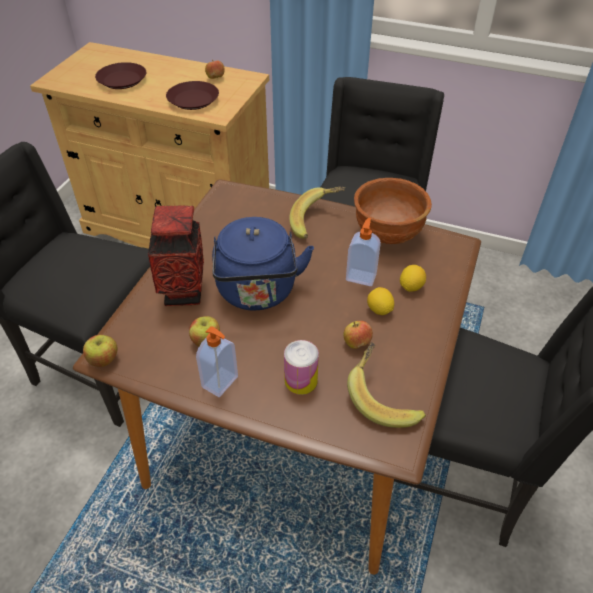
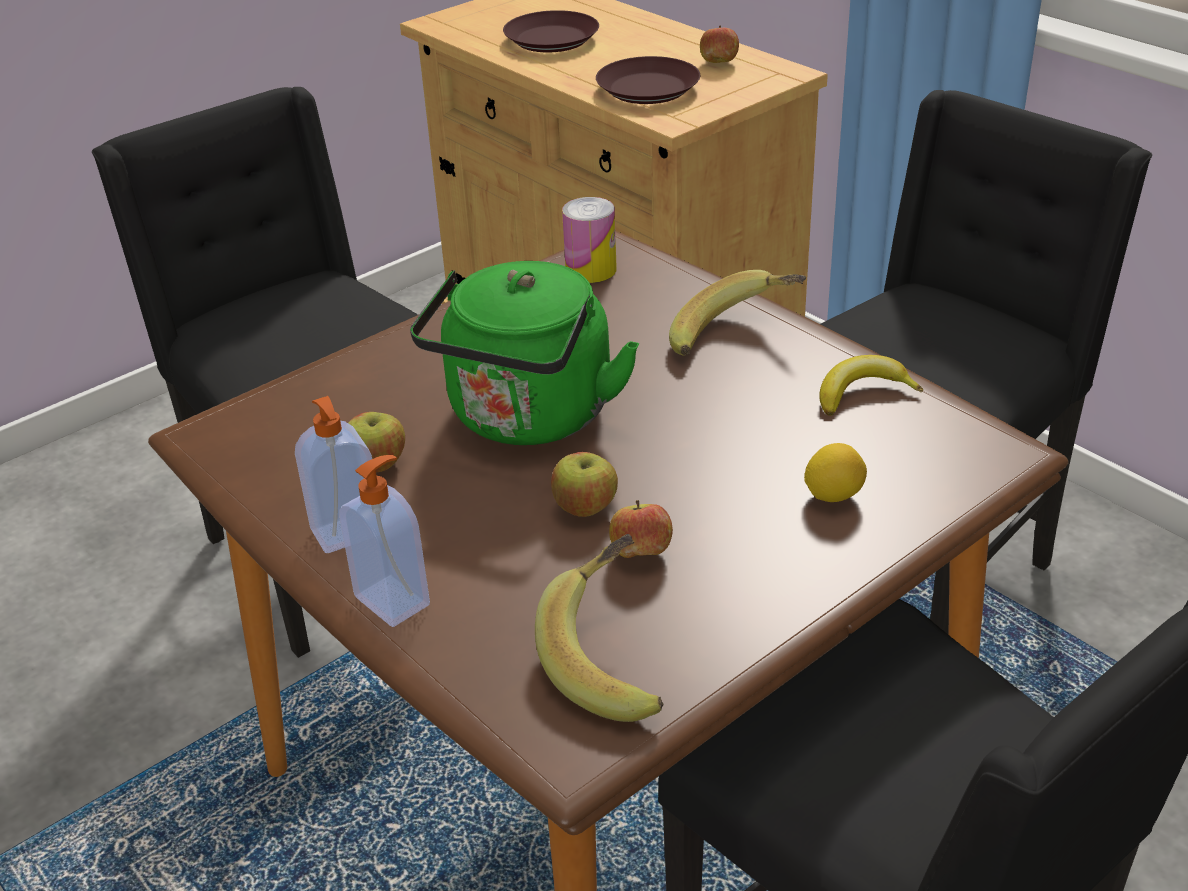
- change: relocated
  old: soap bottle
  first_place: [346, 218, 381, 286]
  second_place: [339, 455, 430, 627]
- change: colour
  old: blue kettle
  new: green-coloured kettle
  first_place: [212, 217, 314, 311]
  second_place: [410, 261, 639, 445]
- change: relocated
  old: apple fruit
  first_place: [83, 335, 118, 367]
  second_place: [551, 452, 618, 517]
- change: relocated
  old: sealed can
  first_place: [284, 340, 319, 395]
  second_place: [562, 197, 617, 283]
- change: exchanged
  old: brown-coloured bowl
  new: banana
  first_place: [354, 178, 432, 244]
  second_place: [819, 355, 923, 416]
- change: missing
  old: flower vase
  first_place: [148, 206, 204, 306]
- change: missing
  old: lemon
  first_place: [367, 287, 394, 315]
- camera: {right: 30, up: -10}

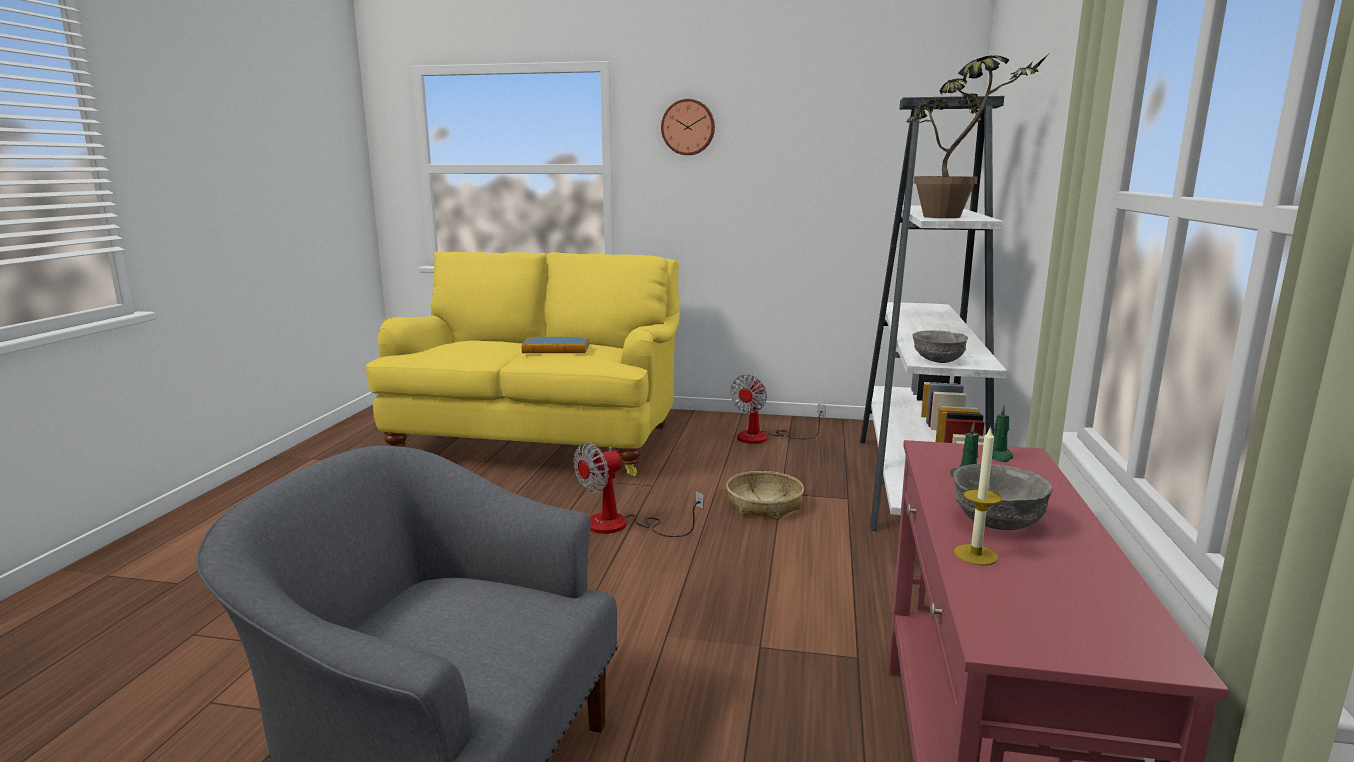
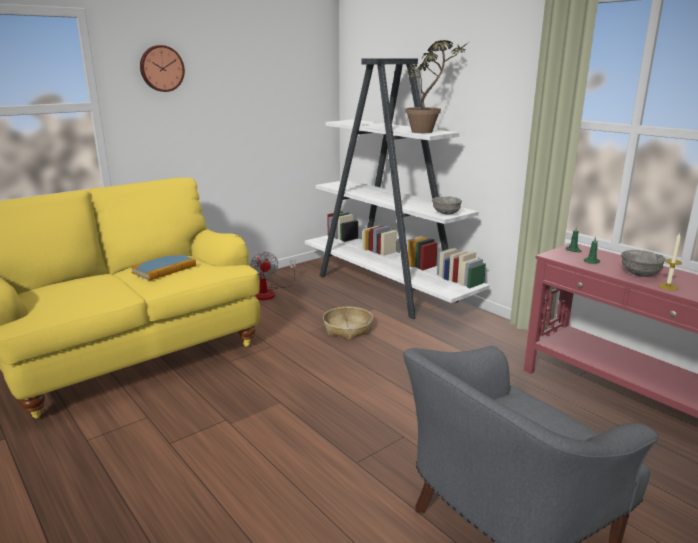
- change: missing
  old: electric fan
  first_place: [574, 442, 704, 537]
- camera: {right: -50, up: 5}

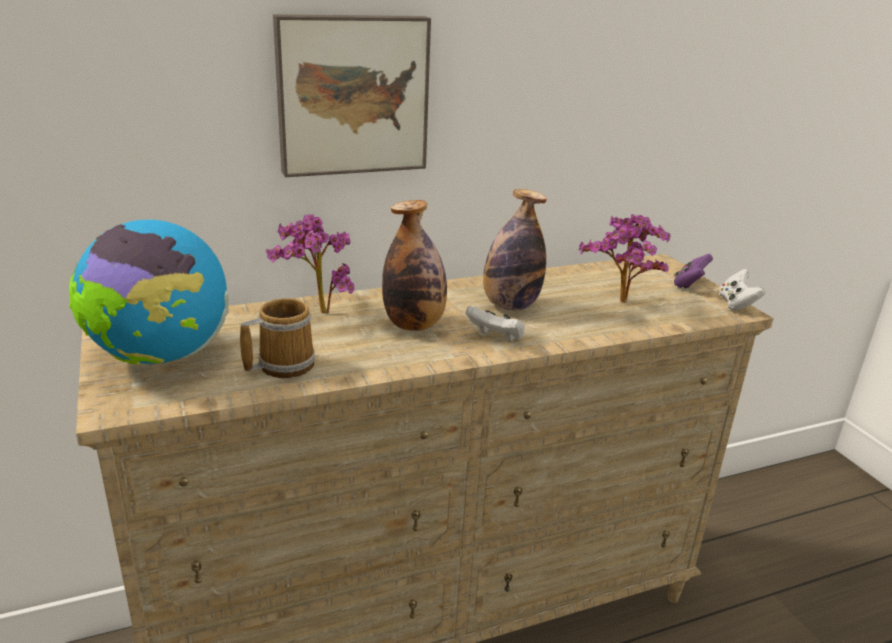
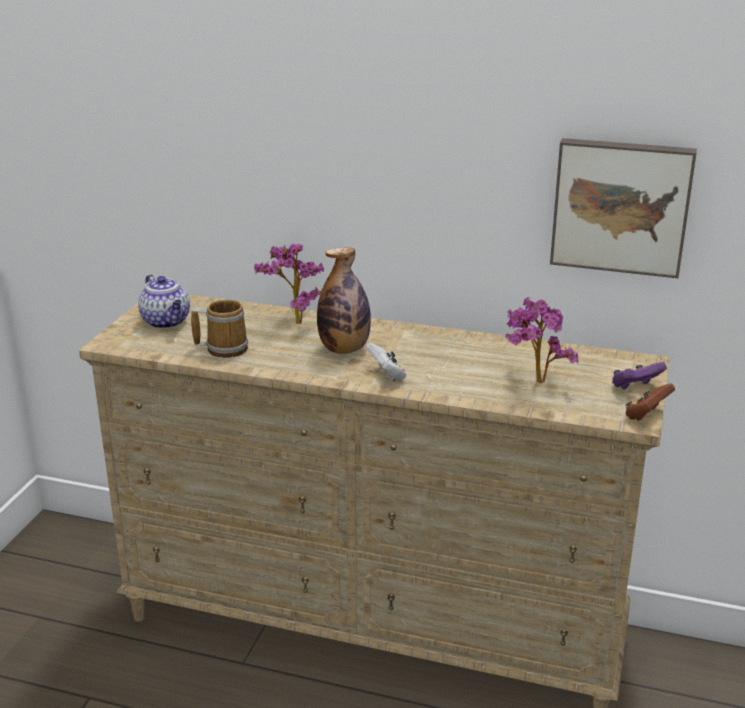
- change: exchanged
  old: desk globe
  new: teapot
  first_place: [69, 220, 229, 365]
  second_place: [138, 275, 190, 329]
- change: relocated
  old: picture
  first_place: [273, 14, 431, 177]
  second_place: [550, 138, 697, 278]
- change: colour
  old: white game controller
  new: brown-coloured game controller
  first_place: [718, 269, 765, 311]
  second_place: [626, 383, 675, 420]
- change: missing
  old: drink bottle
  first_place: [483, 189, 547, 311]
- camera: {right: 40, up: 0}

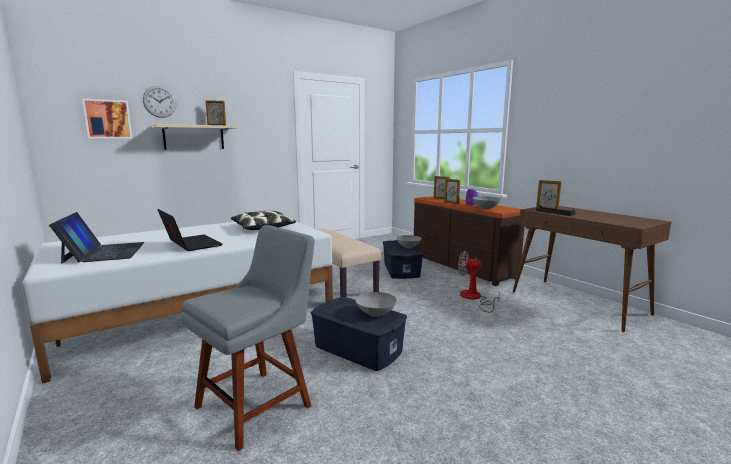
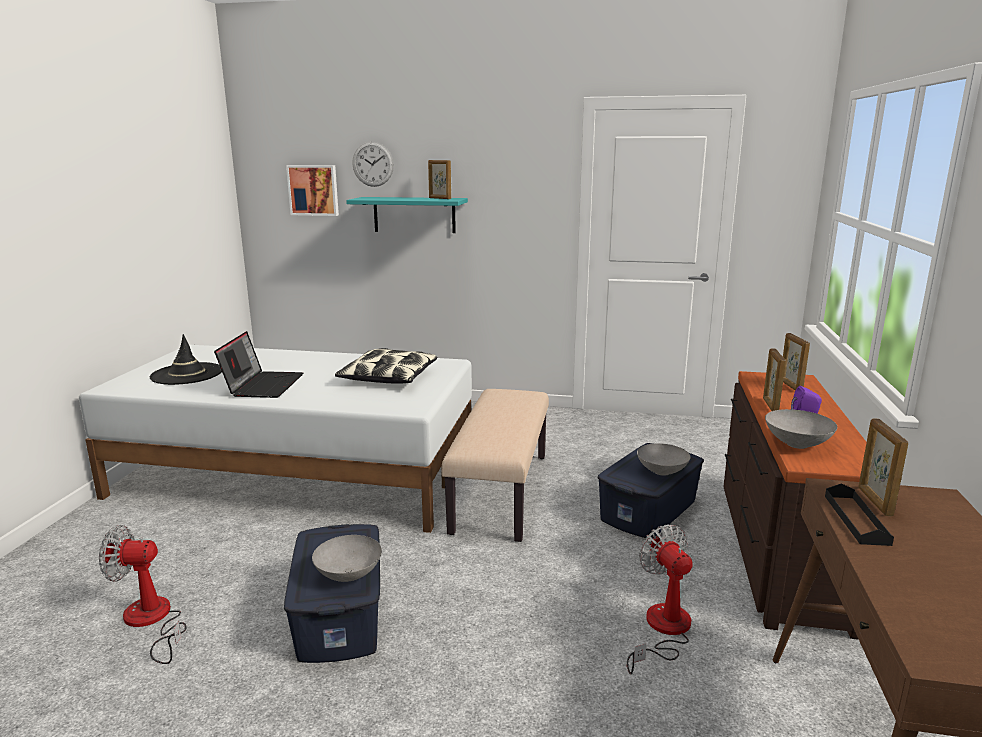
- change: exchanged
  old: greyish upright chair
  new: electric fan
  first_place: [181, 225, 315, 451]
  second_place: [99, 525, 187, 664]
- change: exchanged
  old: portable computer
  new: black hat
  first_place: [49, 212, 145, 264]
  second_place: [150, 334, 222, 385]
- change: colour
  old: beige wall shelf
  new: blue-green wall shelf
  first_place: [152, 124, 238, 150]
  second_place: [346, 197, 468, 233]
- camera: {right: 45, up: 5}

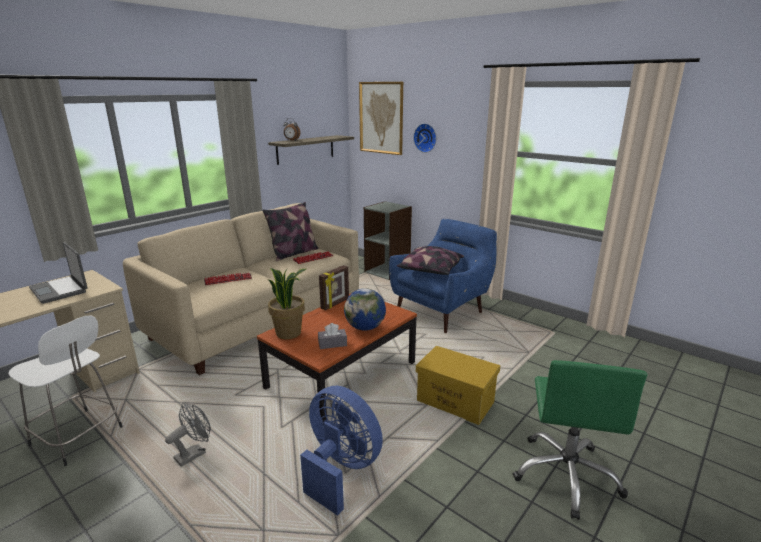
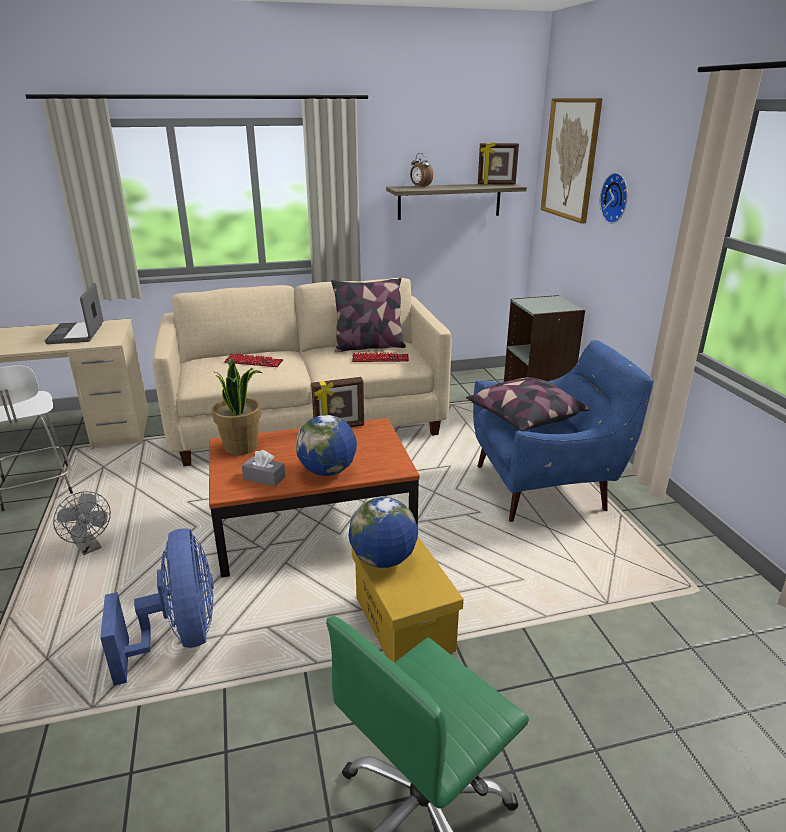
- change: spun
  old: greyish electric fan
  first_place: [165, 403, 211, 467]
  second_place: [53, 491, 111, 555]
  degrees: 60
- change: appeared
  new: desk globe
  second_place: [348, 497, 418, 568]
- change: appeared
  new: standing frame
  second_place: [478, 142, 519, 185]
- camera: {right: 35, up: 5}

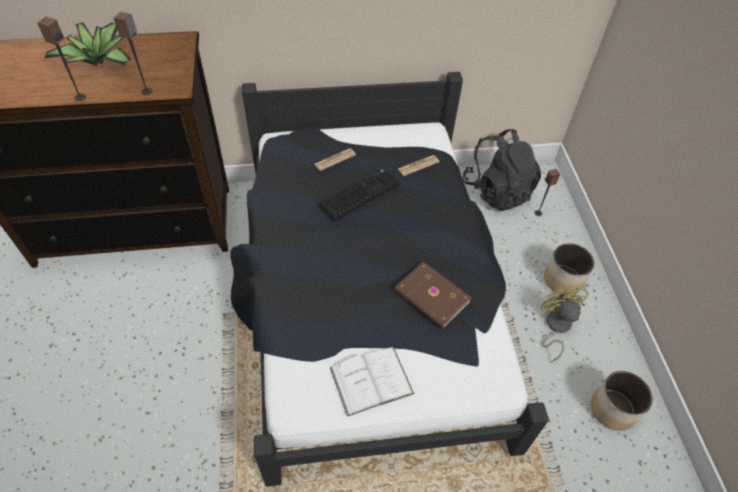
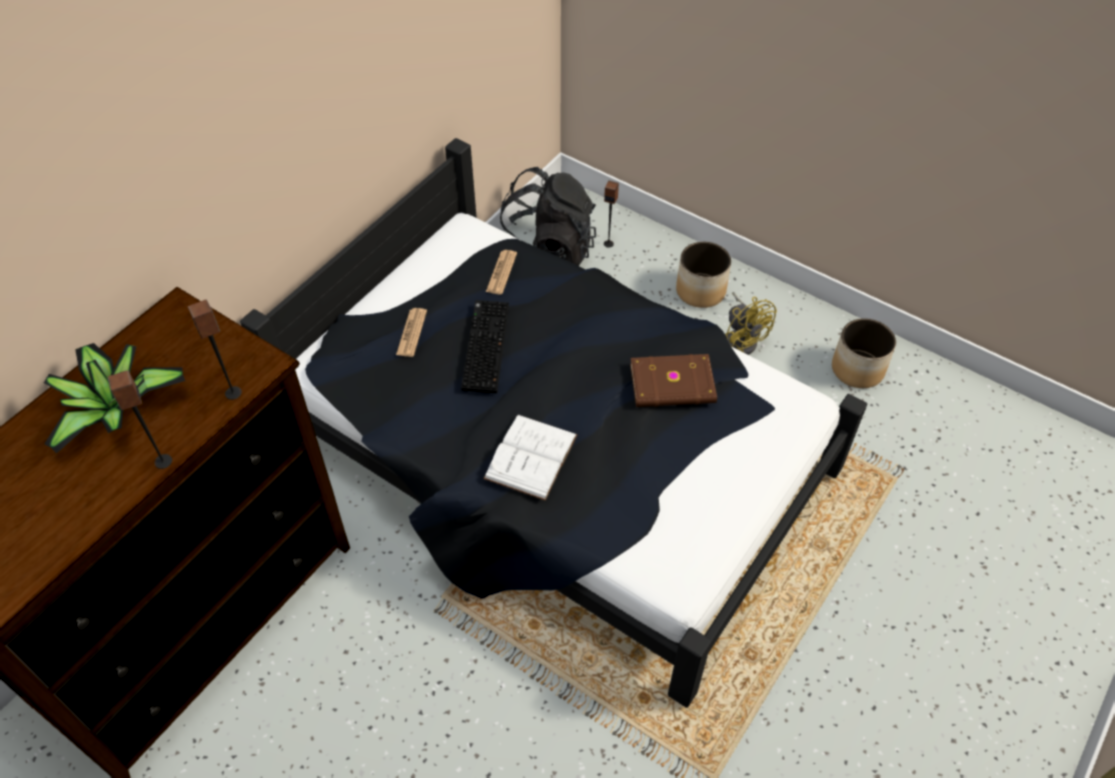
- change: relocated
  old: white volume
  first_place: [330, 347, 414, 417]
  second_place: [483, 415, 578, 501]
- change: spun
  old: yellow electric fan
  first_place: [541, 284, 588, 362]
  second_place: [725, 292, 777, 355]
  degrees: -150
- camera: {right: -45, up: 0}

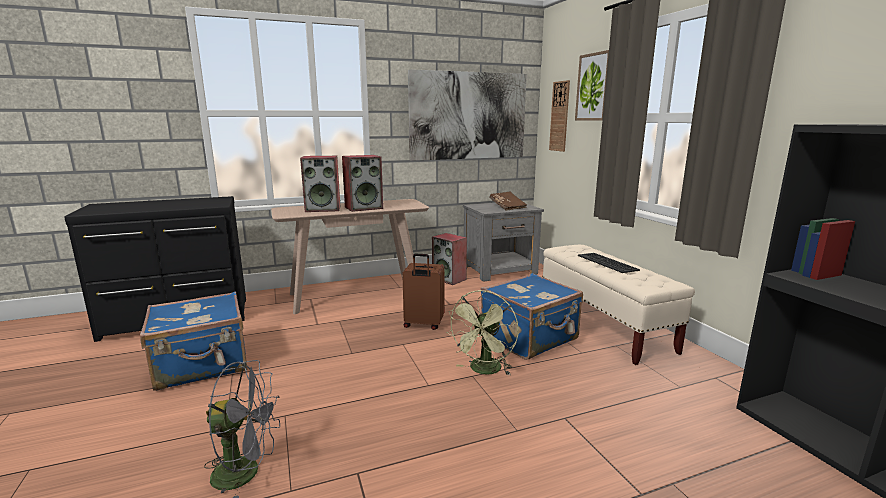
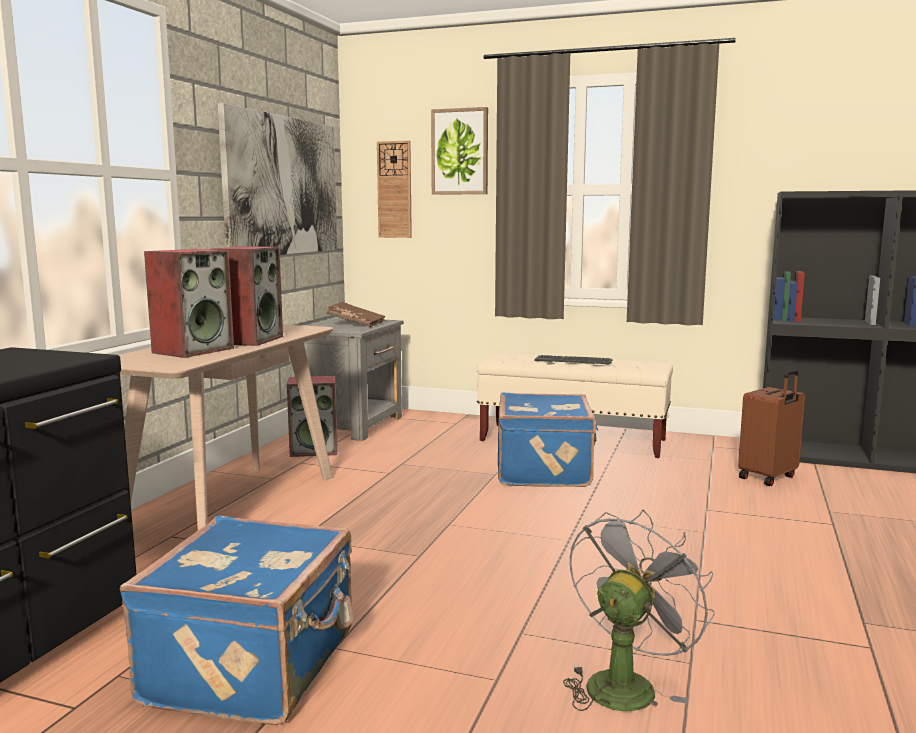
- change: relocated
  old: brown-coloured piece of luggage
  first_place: [402, 254, 445, 330]
  second_place: [738, 370, 805, 486]
- change: missing
  old: green-coloured electric fan
  first_place: [446, 290, 519, 376]
- camera: {right: -50, up: -5}

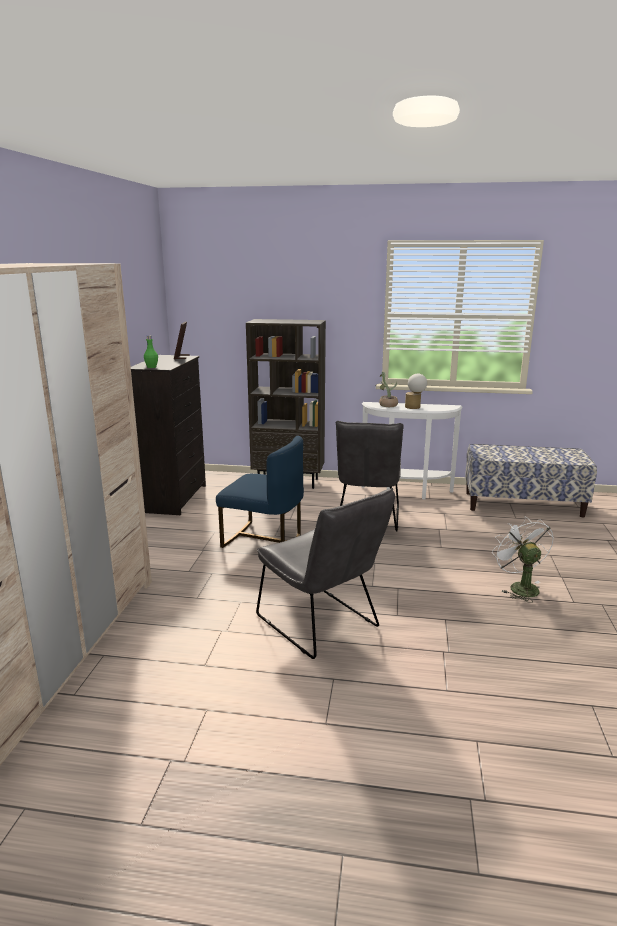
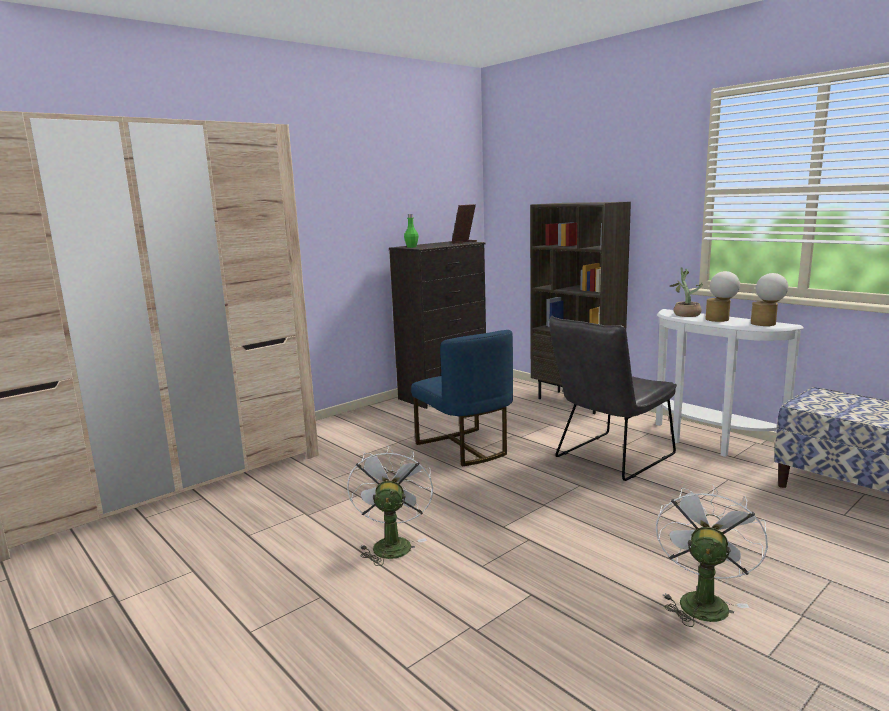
- change: exchanged
  old: greyish upright chair
  new: white electric fan
  first_place: [256, 487, 395, 659]
  second_place: [347, 445, 433, 566]
- change: appeared
  new: tabletop lamp
  second_place: [751, 273, 788, 326]
- camera: {right: 40, up: -5}

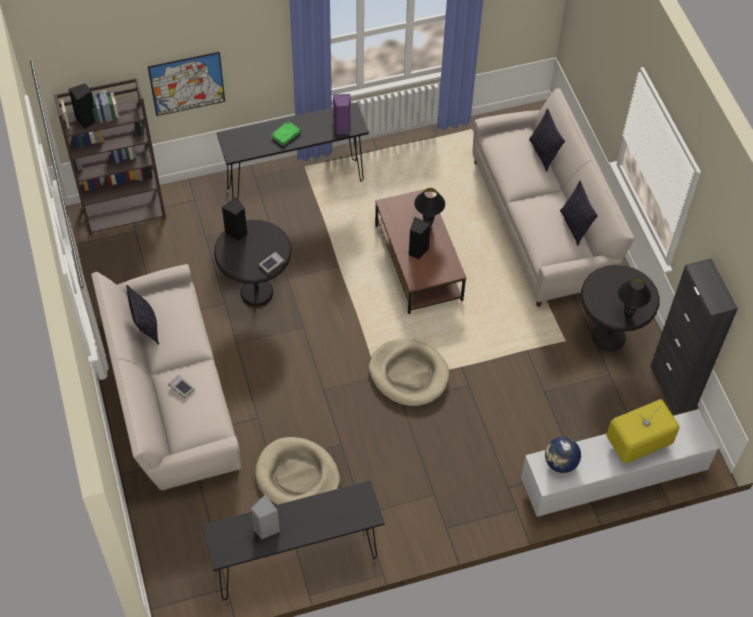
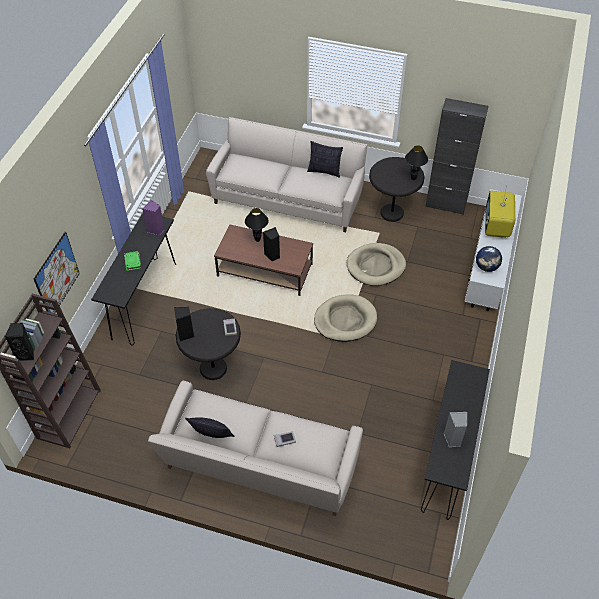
- change: relocated
  old: beige pet bed
  first_place: [255, 437, 340, 505]
  second_place: [347, 243, 406, 286]
- change: missing
  old: throw pillow
  first_place: [529, 108, 565, 172]
- camera: {right: -55, up: -5}

